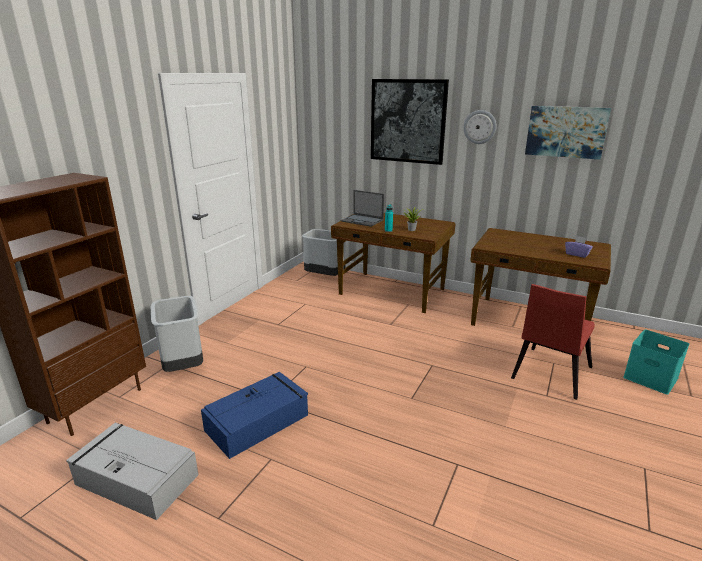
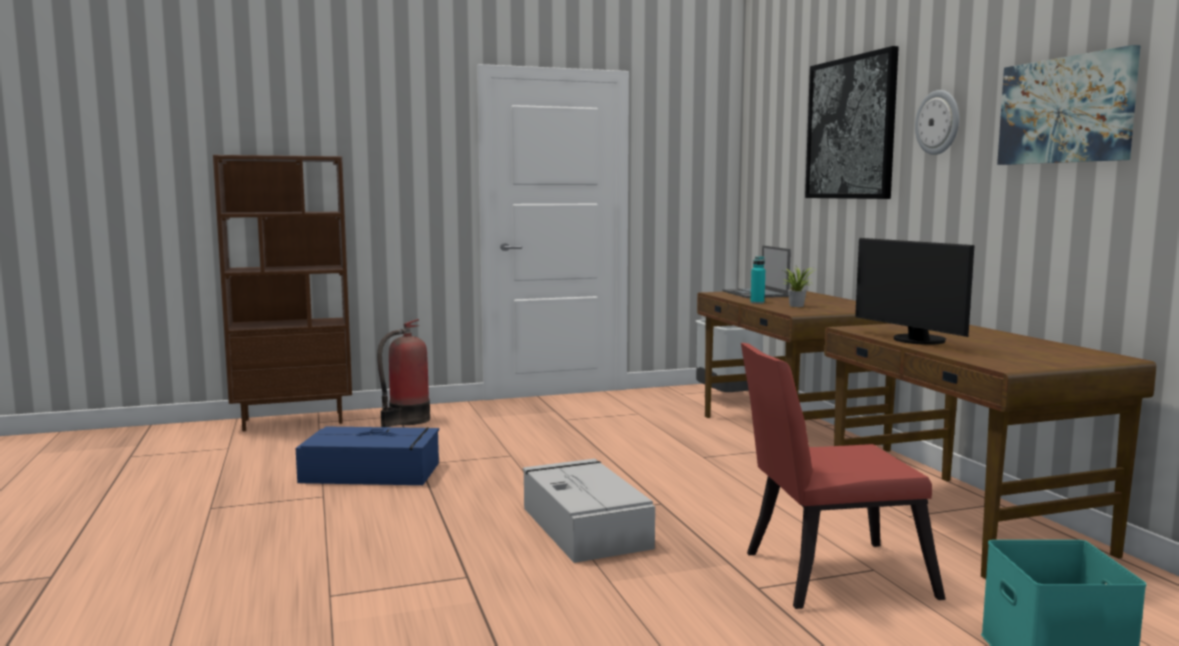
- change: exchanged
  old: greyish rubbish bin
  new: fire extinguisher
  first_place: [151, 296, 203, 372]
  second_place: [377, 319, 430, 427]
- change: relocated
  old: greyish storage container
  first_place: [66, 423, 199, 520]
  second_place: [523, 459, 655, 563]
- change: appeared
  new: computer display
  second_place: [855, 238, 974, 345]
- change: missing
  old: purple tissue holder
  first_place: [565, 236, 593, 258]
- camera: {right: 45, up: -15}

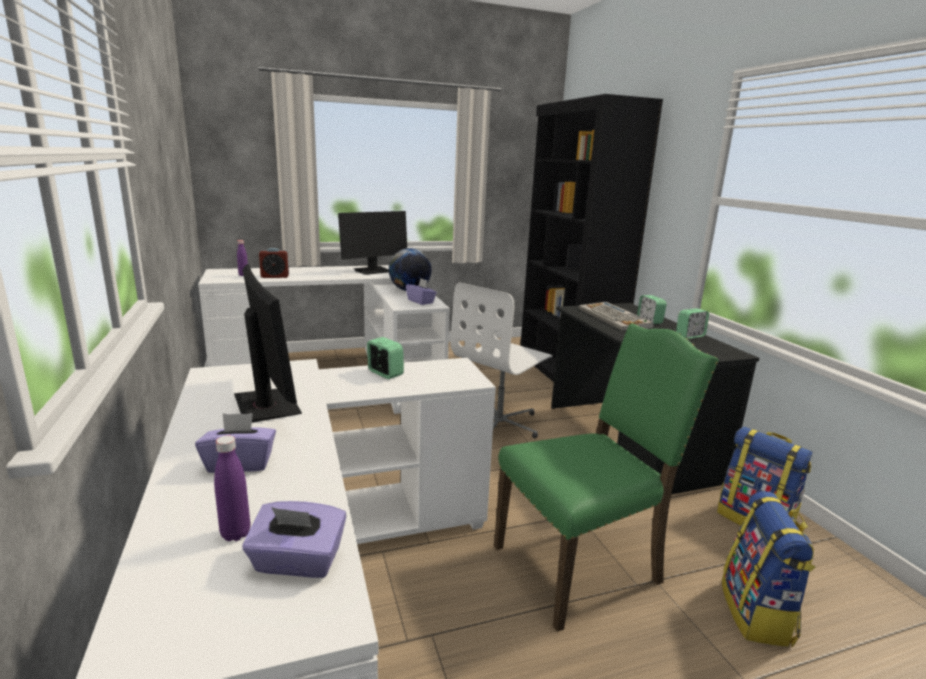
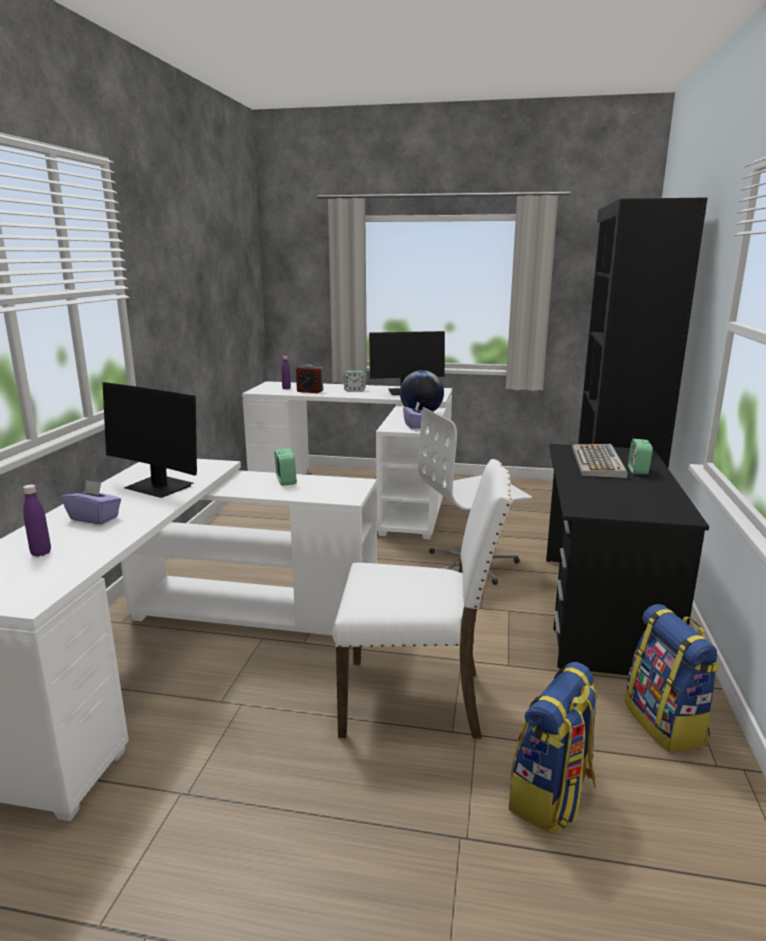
- change: spun
  old: computer display
  first_place: [234, 264, 302, 423]
  second_place: [103, 382, 197, 498]
  degrees: 120
- change: colour
  old: green-coloured upright chair
  new: white upright chair
  first_place: [494, 323, 719, 632]
  second_place: [333, 459, 513, 739]
- change: relocated
  old: alarm clock
  first_place: [676, 308, 709, 339]
  second_place: [344, 371, 365, 392]
- change: missing
  old: purple tissue holder
  first_place: [242, 501, 347, 578]
- camera: {right: 30, up: 0}

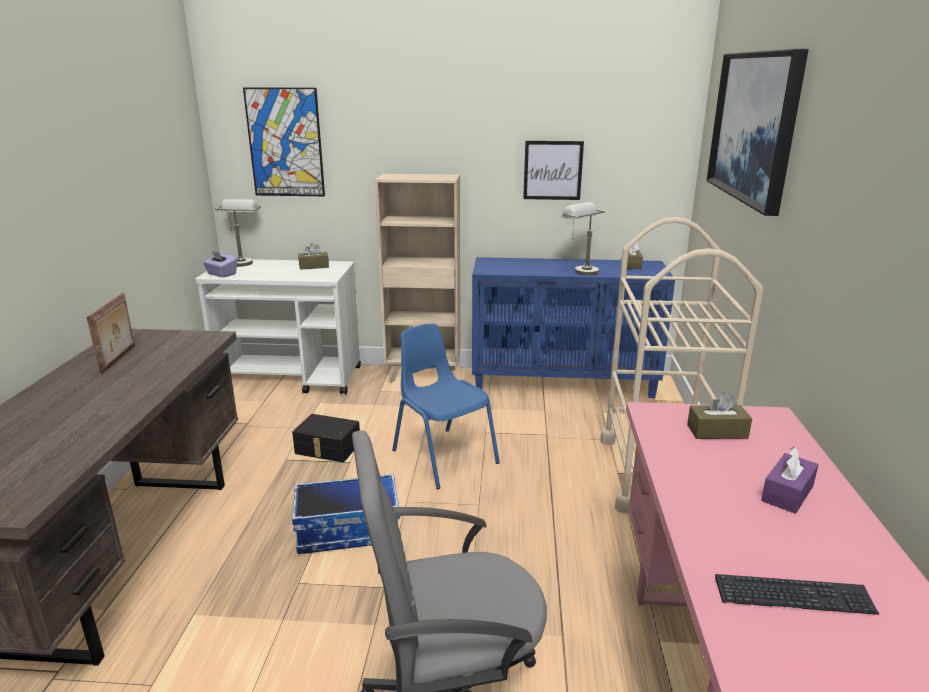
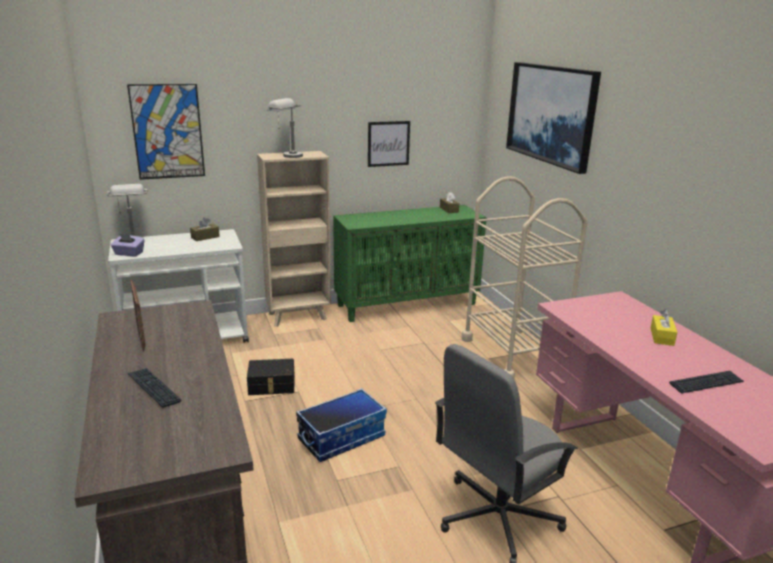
- change: appeared
  new: keyboard
  second_place: [128, 368, 181, 408]
- change: relocated
  old: greyish tabletop lamp
  first_place: [561, 202, 605, 275]
  second_place: [267, 98, 303, 158]
- change: colour
  old: blue storage cabinet
  new: green-coloured storage cabinet
  first_place: [472, 257, 675, 398]
  second_place: [333, 205, 487, 322]
- change: colour
  old: purple tissue holder
  new: yellow tissue holder
  first_place: [761, 446, 819, 514]
  second_place: [651, 309, 677, 346]
- change: missing
  old: blue upright chair
  first_place: [393, 324, 500, 489]
- change: missing
  old: brown-coloured tissue holder
  first_place: [687, 393, 752, 439]
- camera: {right: -25, up: 0}

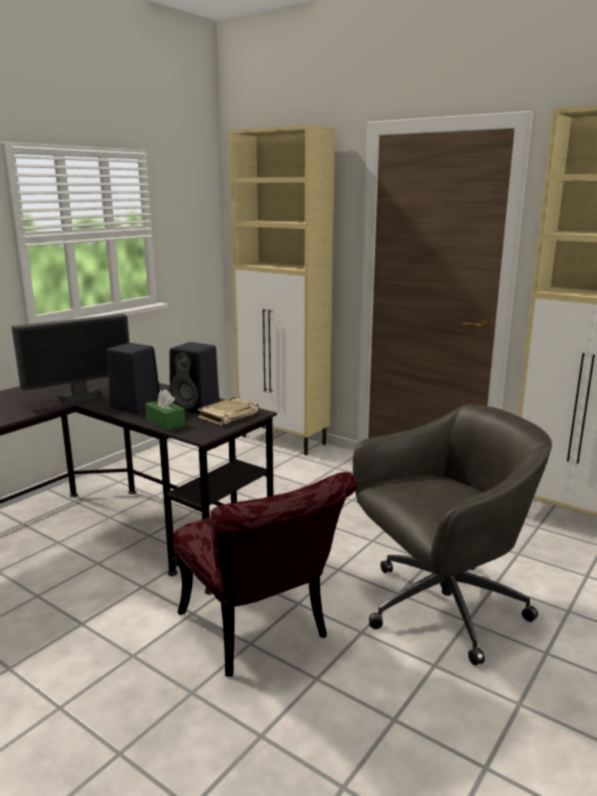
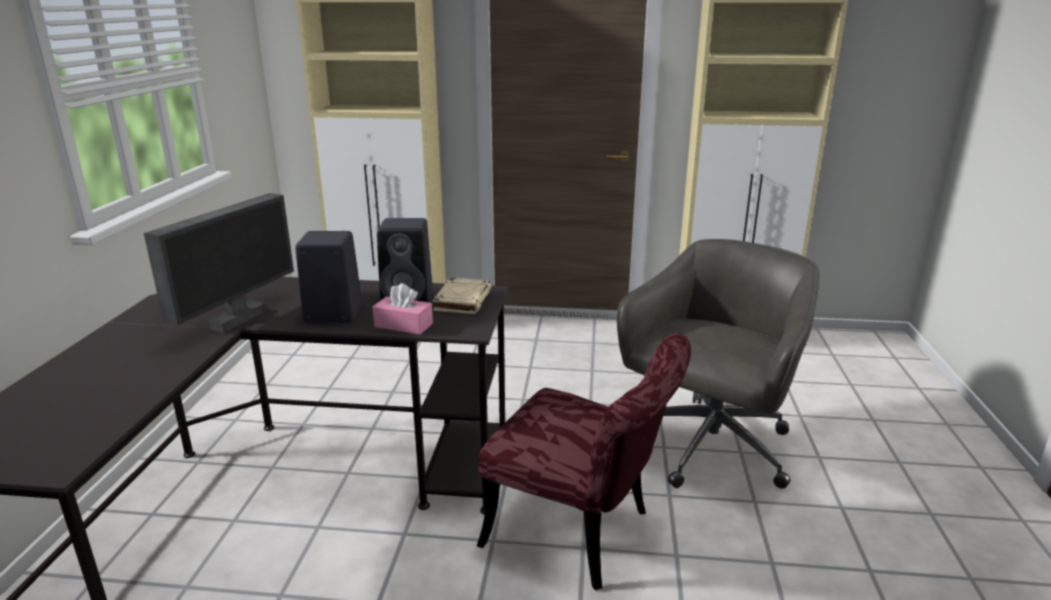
- change: colour
  old: green-coloured tissue holder
  new: pinkish tissue holder
  first_place: [145, 389, 185, 430]
  second_place: [373, 283, 433, 335]
- camera: {right: -30, up: 5}

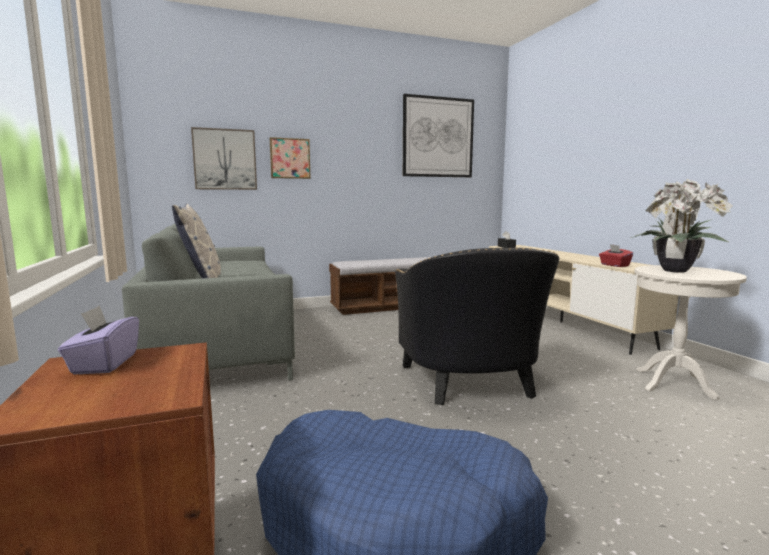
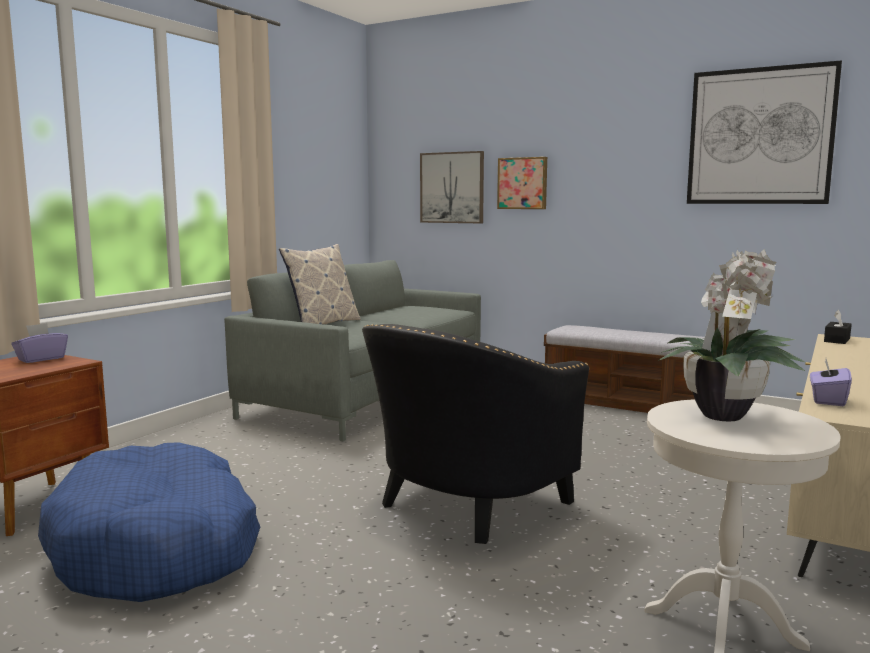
- change: colour
  old: red-coloured tissue holder
  new: purple tissue holder
  first_place: [599, 244, 633, 267]
  second_place: [810, 359, 852, 406]
- camera: {right: 50, up: 0}

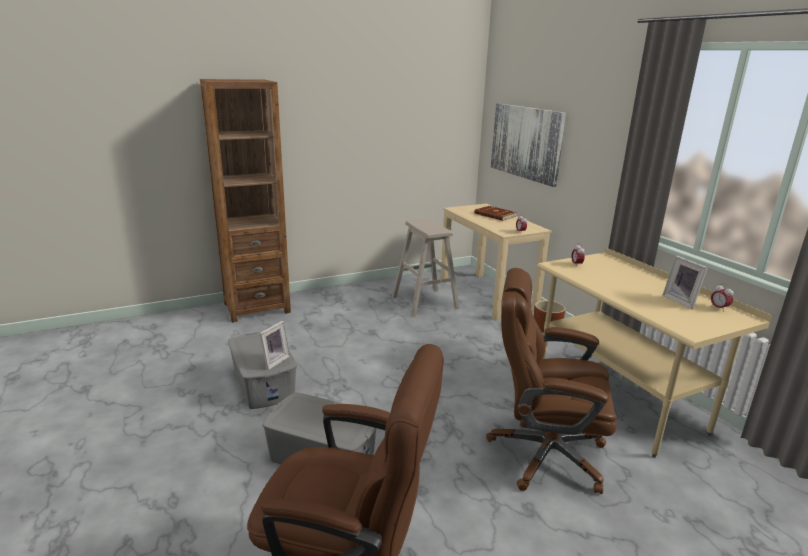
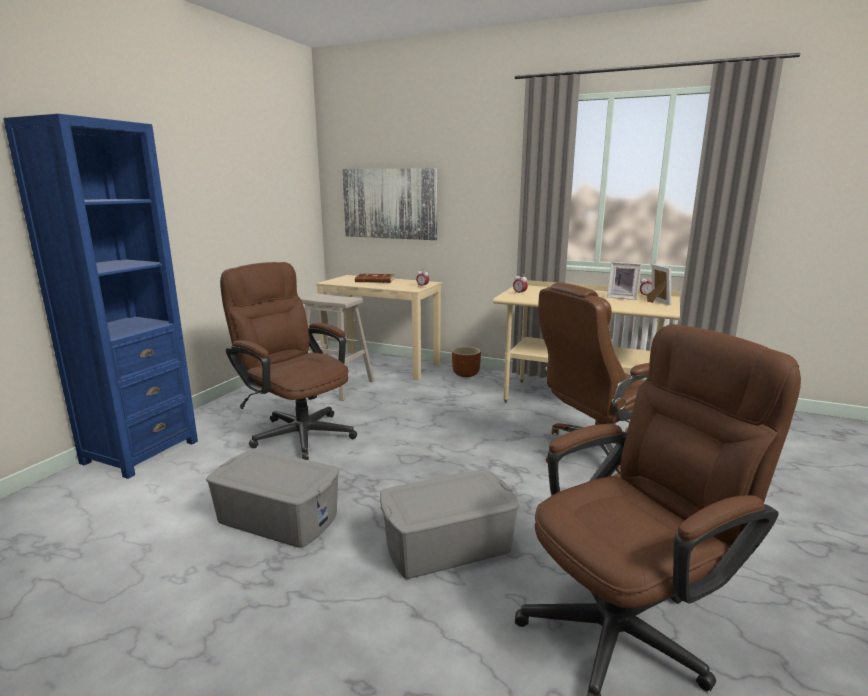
- change: colour
  old: brown-coloured shelving unit
  new: blue shelving unit
  first_place: [200, 79, 291, 323]
  second_place: [3, 114, 198, 479]
- change: appeared
  new: brown-coloured office chair
  second_place: [220, 262, 357, 460]
- change: relocated
  old: standing frame
  first_place: [259, 321, 290, 370]
  second_place: [647, 264, 671, 305]
- camera: {right: -40, up: -5}

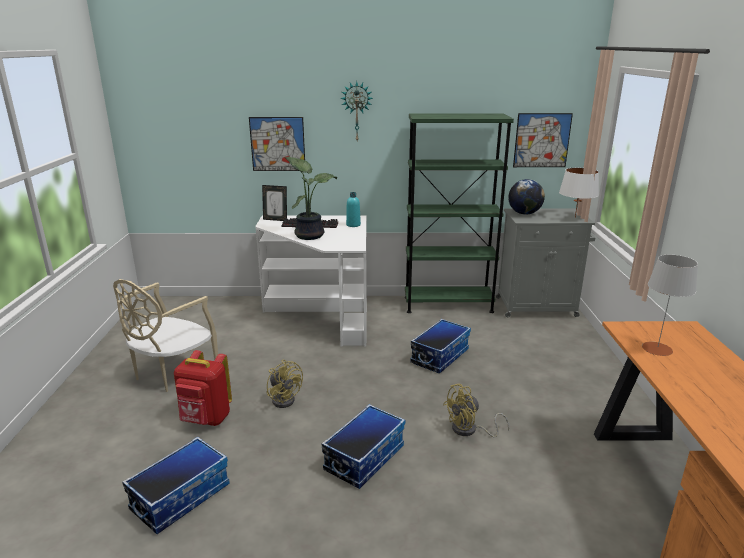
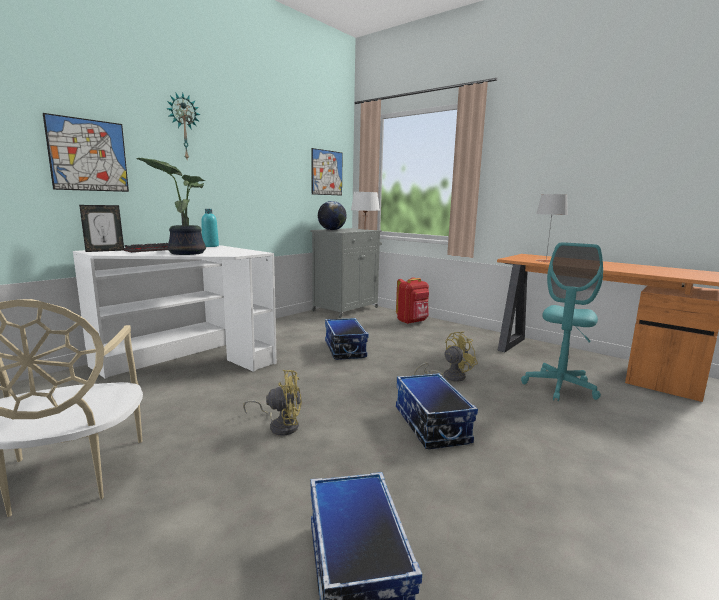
- change: relocated
  old: red-coloured rucksack
  first_place: [174, 350, 232, 426]
  second_place: [396, 277, 429, 324]
- change: spun
  old: yellow electric fan
  first_place: [443, 384, 509, 438]
  second_place: [414, 331, 478, 382]
  degrees: -135
- change: appeared
  new: blue-green office chair
  second_place: [521, 242, 603, 401]
- change: missing
  old: green-coloured shelving unit
  first_place: [405, 113, 514, 313]
- camera: {right: -50, up: -10}

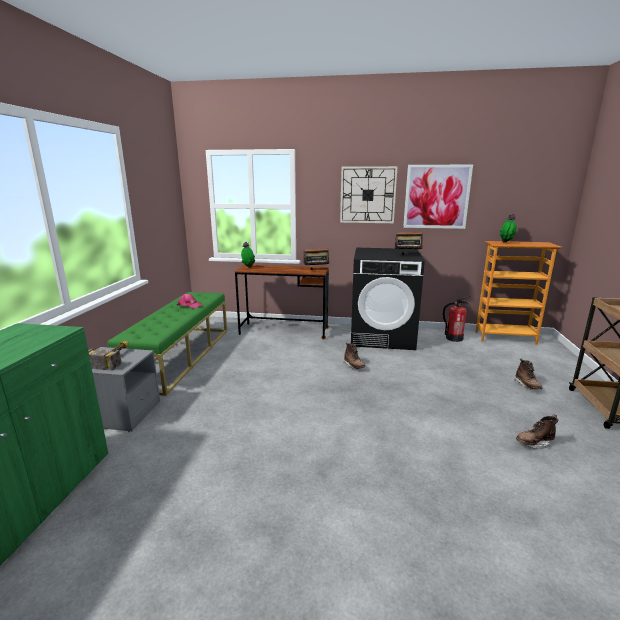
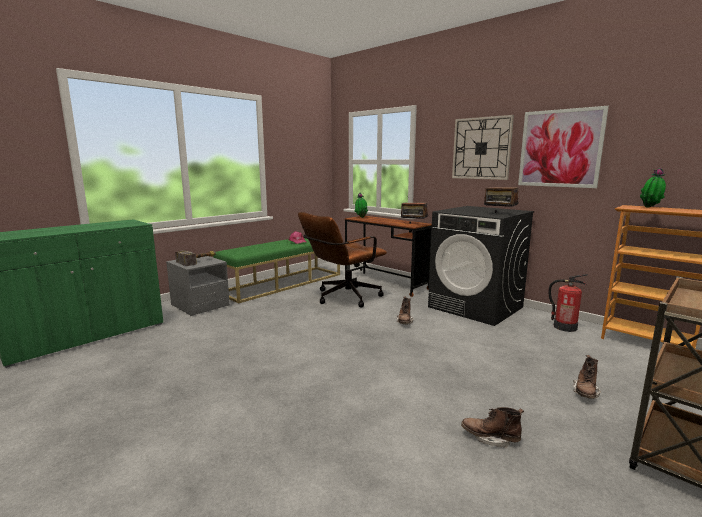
- change: appeared
  new: brown-coloured office chair
  second_place: [298, 212, 387, 308]
- camera: {right: 35, up: -5}

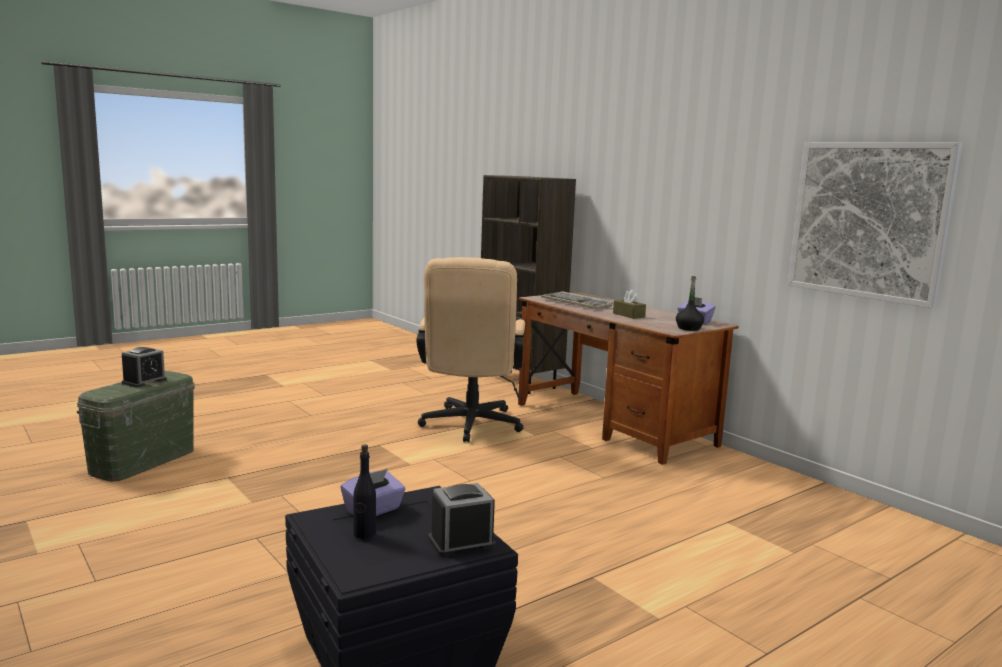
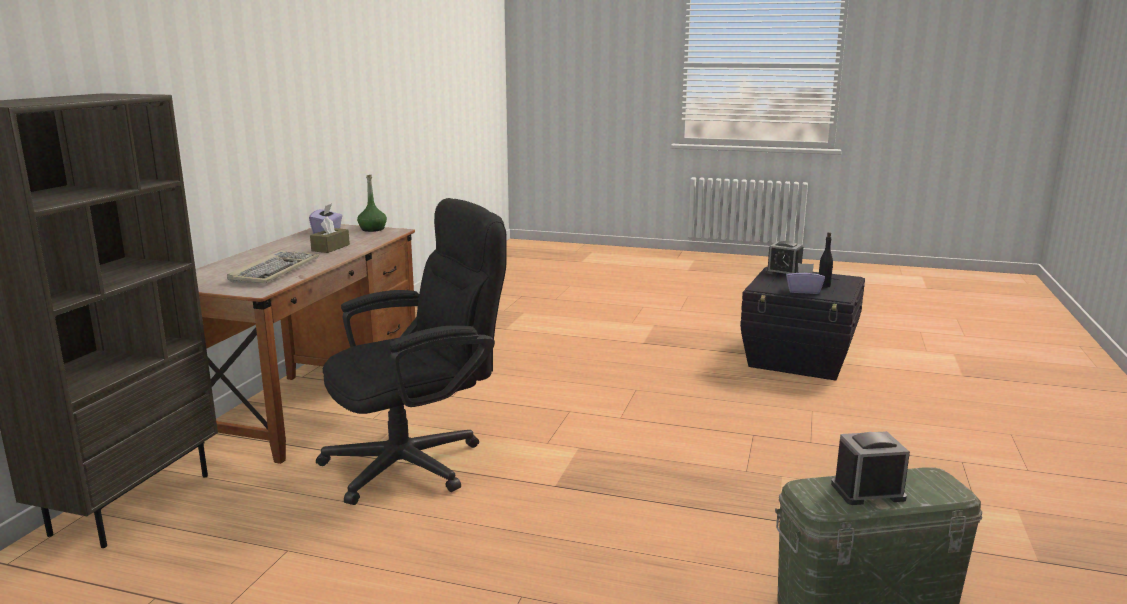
- change: colour
  old: beige office chair
  new: black office chair
  first_place: [417, 257, 525, 442]
  second_place: [316, 198, 507, 505]
- change: colour
  old: black drink bottle
  new: green-coloured drink bottle
  first_place: [676, 276, 704, 331]
  second_place: [357, 175, 387, 232]
- change: missing
  old: picture
  first_place: [788, 142, 962, 309]
- camera: {right: -125, up: 5}

